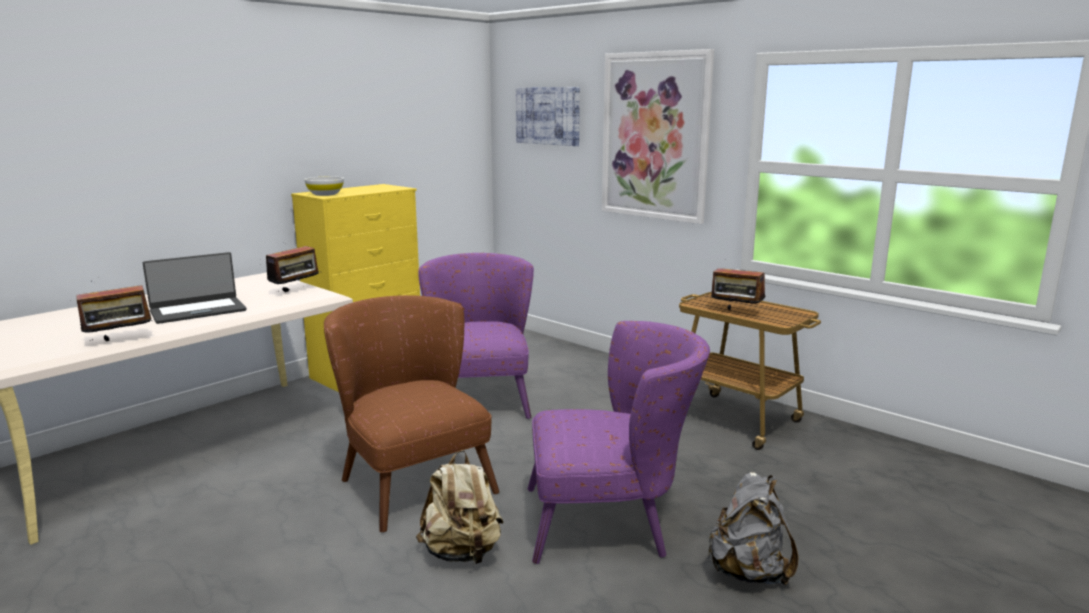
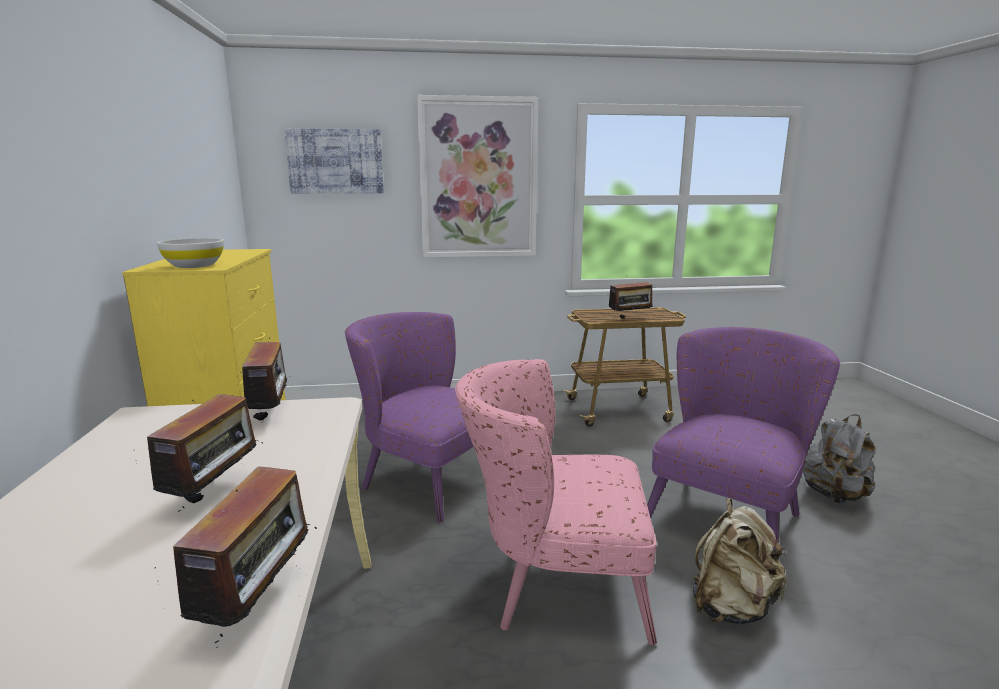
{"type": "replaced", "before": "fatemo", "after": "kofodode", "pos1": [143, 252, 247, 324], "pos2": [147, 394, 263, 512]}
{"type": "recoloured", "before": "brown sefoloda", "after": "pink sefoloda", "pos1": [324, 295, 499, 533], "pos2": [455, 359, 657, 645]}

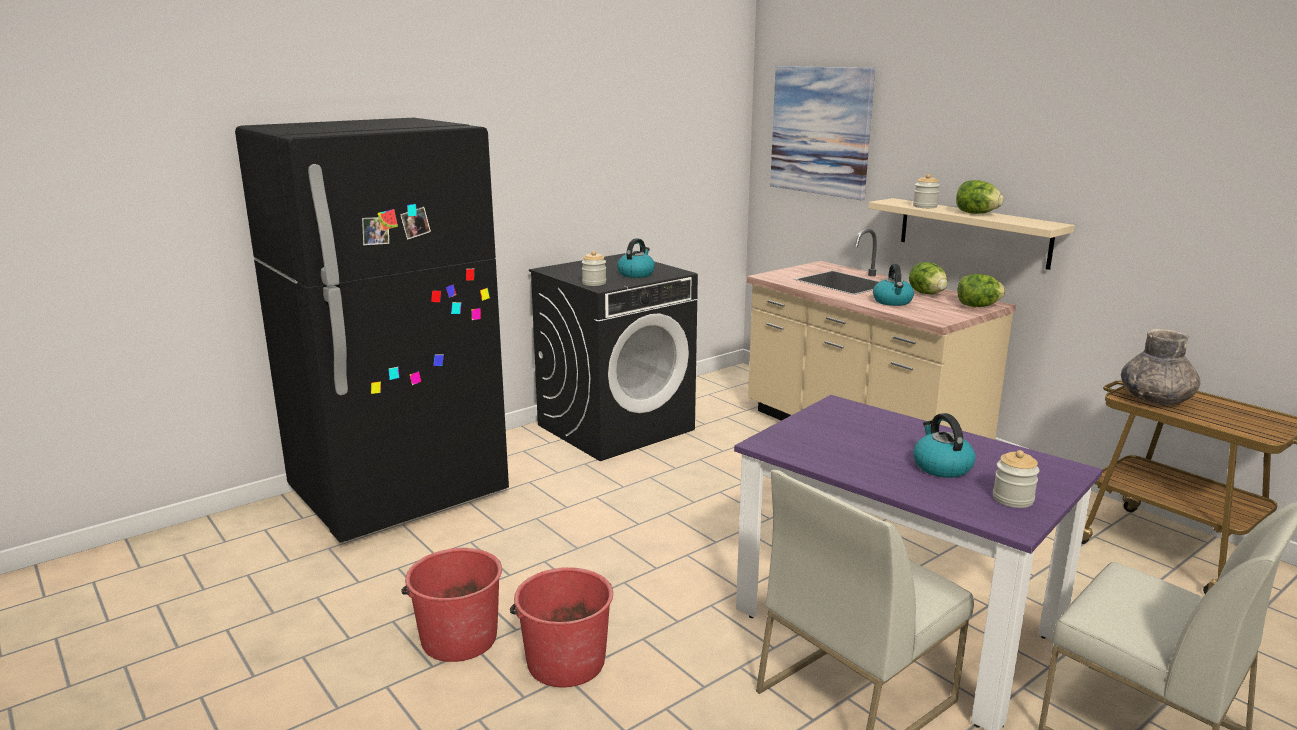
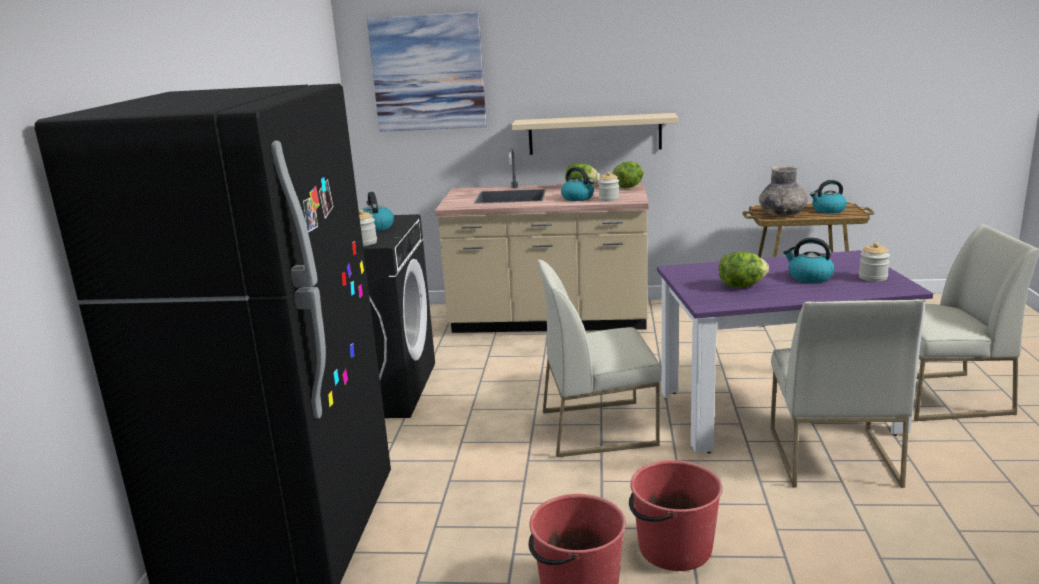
{"type": "moved", "before": "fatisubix", "pos1": [913, 174, 940, 208], "pos2": [598, 172, 619, 202]}
{"type": "moved", "before": "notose", "pos1": [956, 180, 1004, 214], "pos2": [719, 252, 769, 288]}
{"type": "added", "after": "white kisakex", "pos2": [537, 259, 661, 457]}
{"type": "added", "after": "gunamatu", "pos2": [810, 180, 847, 214]}

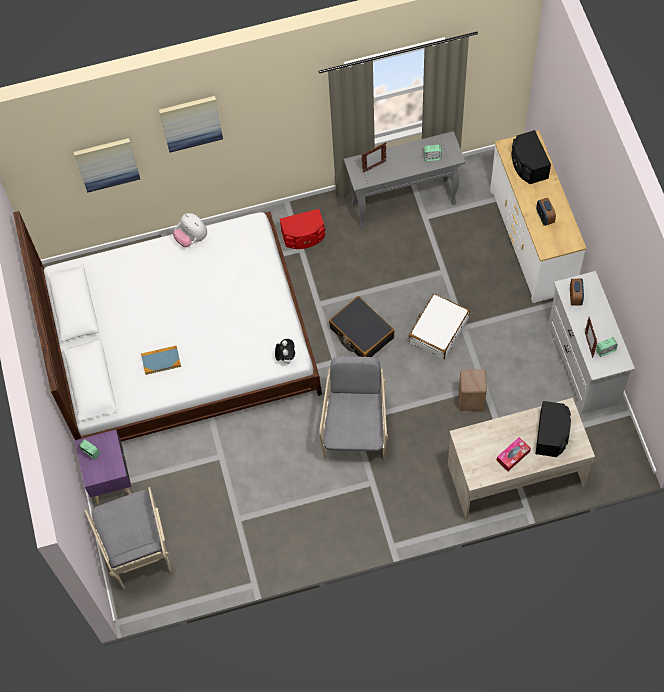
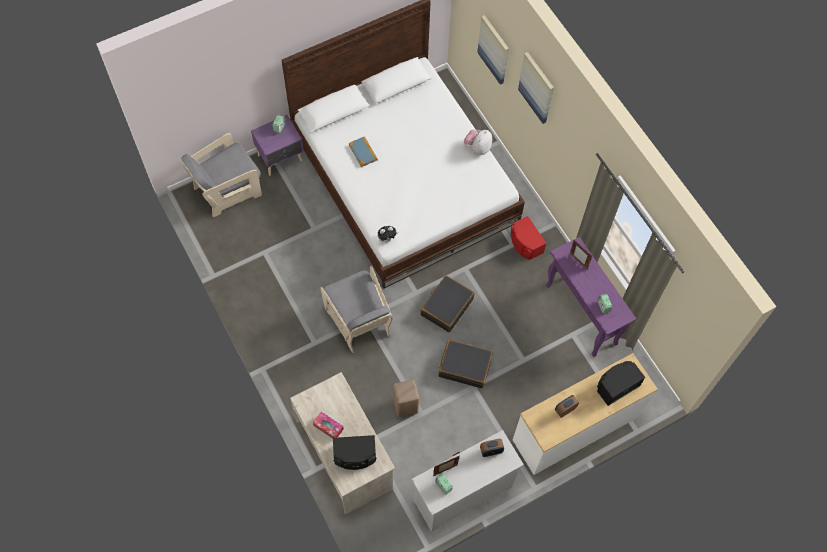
{"type": "turned", "before": "grey sefoloda", "pos1": [319, 356, 388, 460], "pos2": [320, 266, 392, 353], "turn": 75}
{"type": "recoloured", "before": "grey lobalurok", "after": "purple lobalurok", "pos1": [344, 131, 465, 229], "pos2": [546, 237, 636, 357]}
{"type": "recoloured", "before": "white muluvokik", "after": "black muluvokik", "pos1": [409, 294, 469, 359], "pos2": [438, 340, 493, 388]}

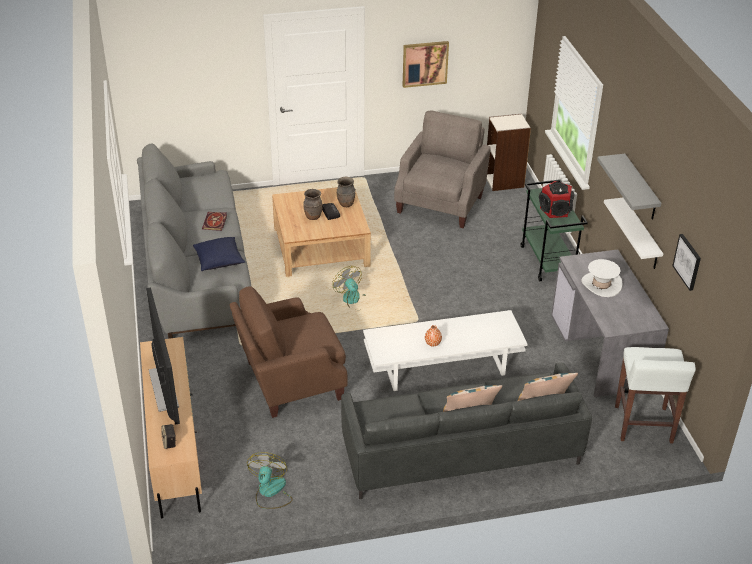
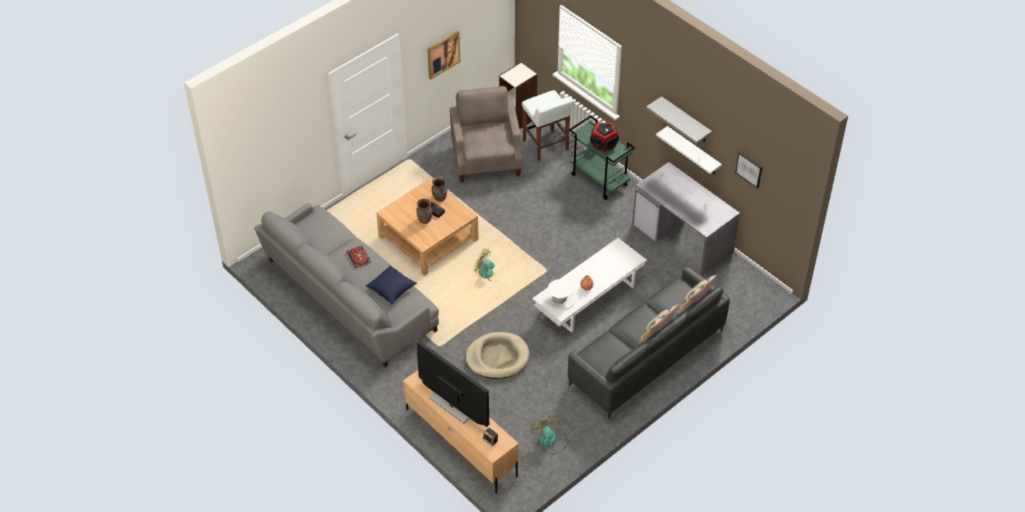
{"type": "replaced", "before": "brown sefoloda", "after": "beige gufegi", "pos1": [230, 286, 348, 418], "pos2": [466, 332, 530, 379]}
{"type": "moved", "before": "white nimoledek", "pos1": [581, 259, 623, 297], "pos2": [544, 279, 576, 310]}
{"type": "moved", "before": "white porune", "pos1": [615, 347, 696, 443], "pos2": [522, 90, 573, 161]}

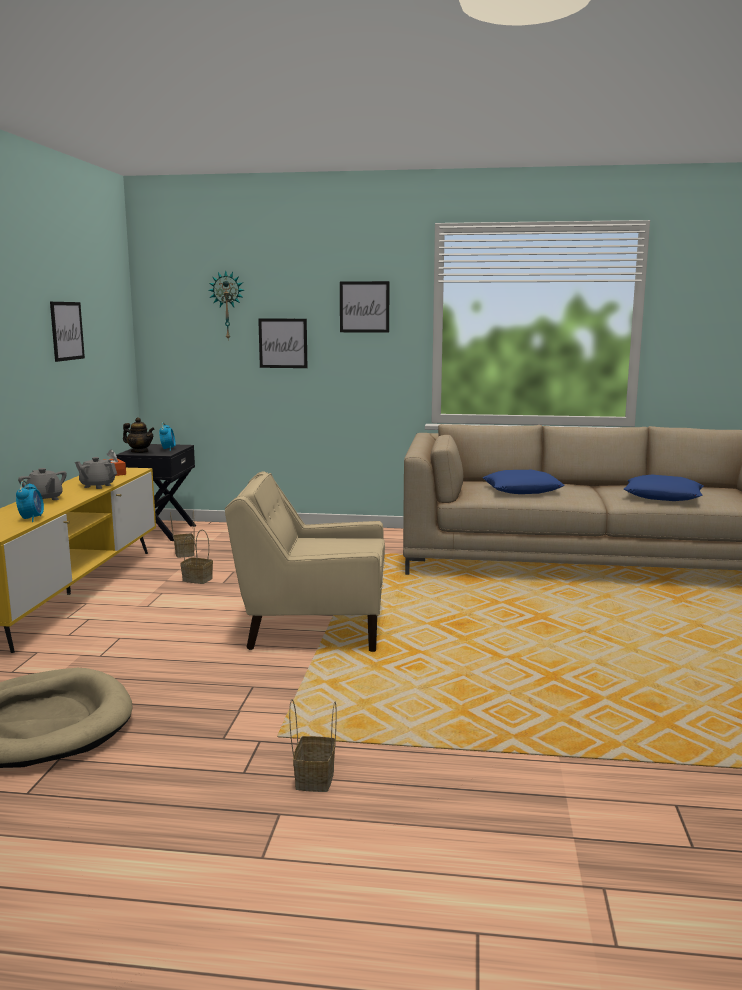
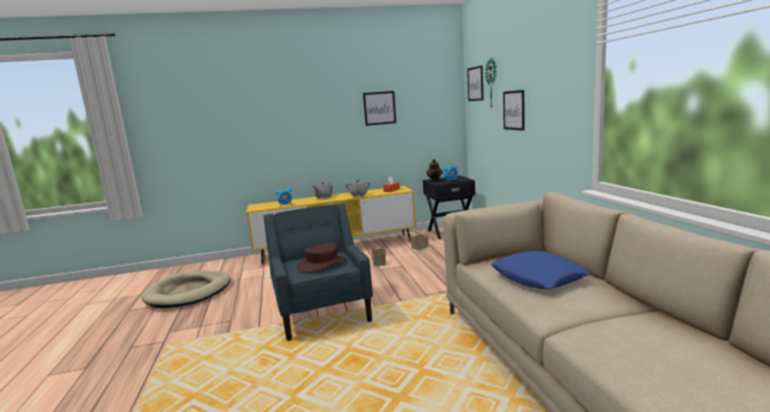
{"type": "recoloured", "before": "beige sefoloda", "after": "blue sefoloda", "pos1": [225, 472, 385, 652], "pos2": [264, 203, 373, 341]}
{"type": "removed", "before": "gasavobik", "pos1": [289, 699, 337, 792]}
{"type": "moved", "before": "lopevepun", "pos1": [340, 281, 390, 333], "pos2": [467, 65, 483, 101]}
{"type": "removed", "before": "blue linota", "pos1": [624, 475, 704, 501]}
{"type": "added", "after": "brown nimoledek", "pos2": [297, 242, 347, 273]}

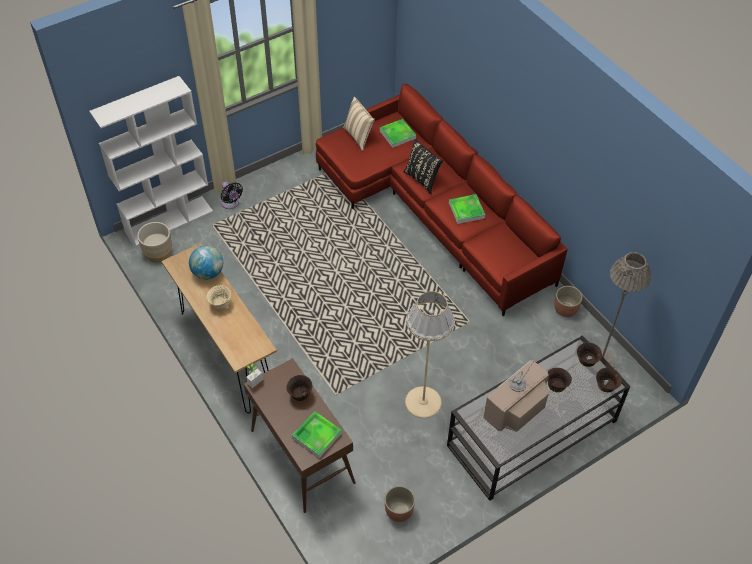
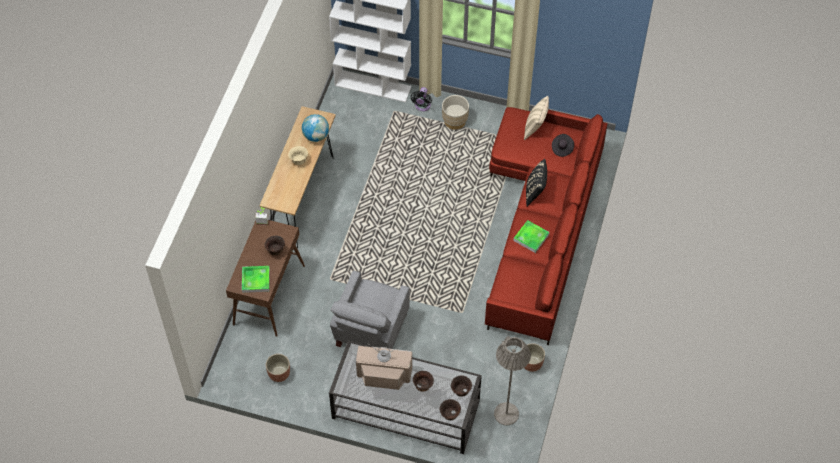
{"type": "moved", "before": "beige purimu", "pos1": [137, 222, 172, 263], "pos2": [442, 95, 469, 130]}
{"type": "replaced", "before": "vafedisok", "after": "black nimoledek", "pos1": [380, 119, 416, 148], "pos2": [552, 134, 574, 157]}
{"type": "replaced", "before": "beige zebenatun", "after": "grey sefoloda", "pos1": [405, 291, 455, 418], "pos2": [330, 271, 410, 349]}

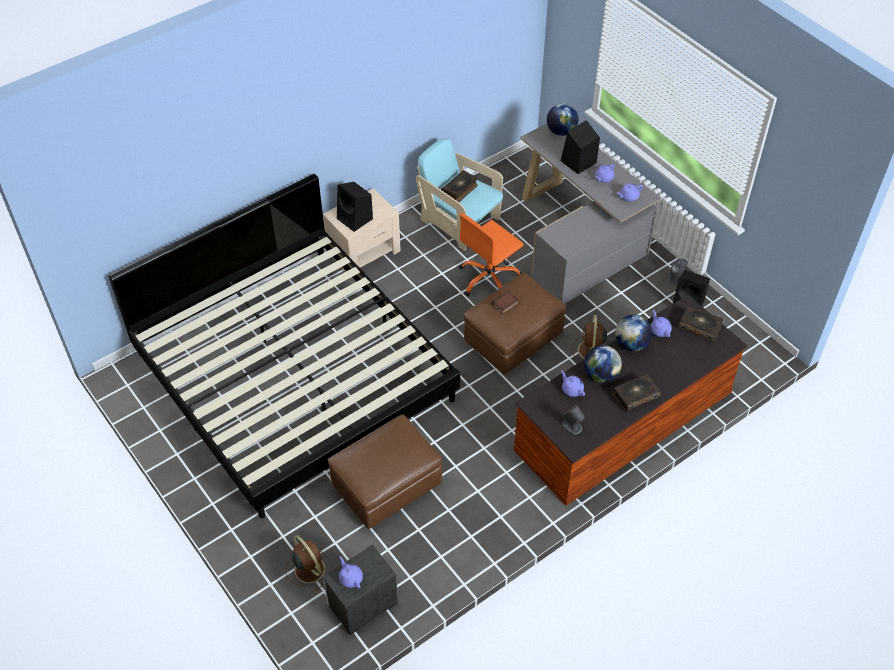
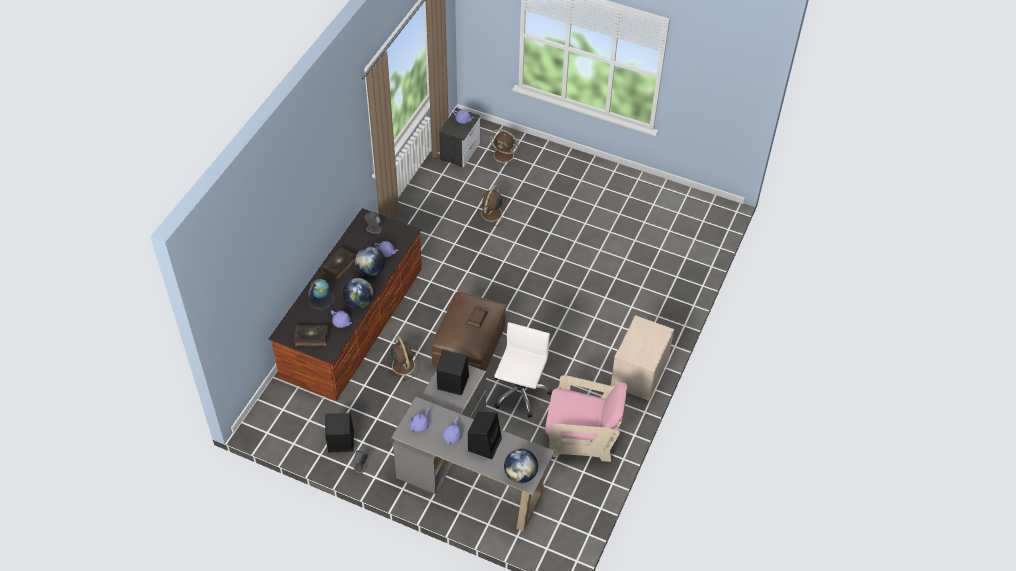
{"type": "removed", "before": "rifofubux", "pos1": [108, 174, 460, 518]}
{"type": "replaced", "before": "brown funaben", "after": "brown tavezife", "pos1": [328, 414, 442, 529], "pos2": [476, 185, 506, 226]}
{"type": "moved", "before": "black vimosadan", "pos1": [337, 182, 373, 232], "pos2": [437, 350, 469, 395]}
{"type": "recoloured", "before": "turquoise sefoloda", "after": "pink sefoloda", "pos1": [416, 138, 503, 251], "pos2": [545, 375, 627, 462]}
{"type": "removed", "before": "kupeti", "pos1": [441, 170, 478, 202]}
{"type": "recoloured", "before": "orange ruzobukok", "after": "white ruzobukok", "pos1": [459, 213, 524, 297], "pos2": [494, 322, 552, 418]}
{"type": "added", "after": "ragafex", "pos2": [308, 279, 335, 311]}

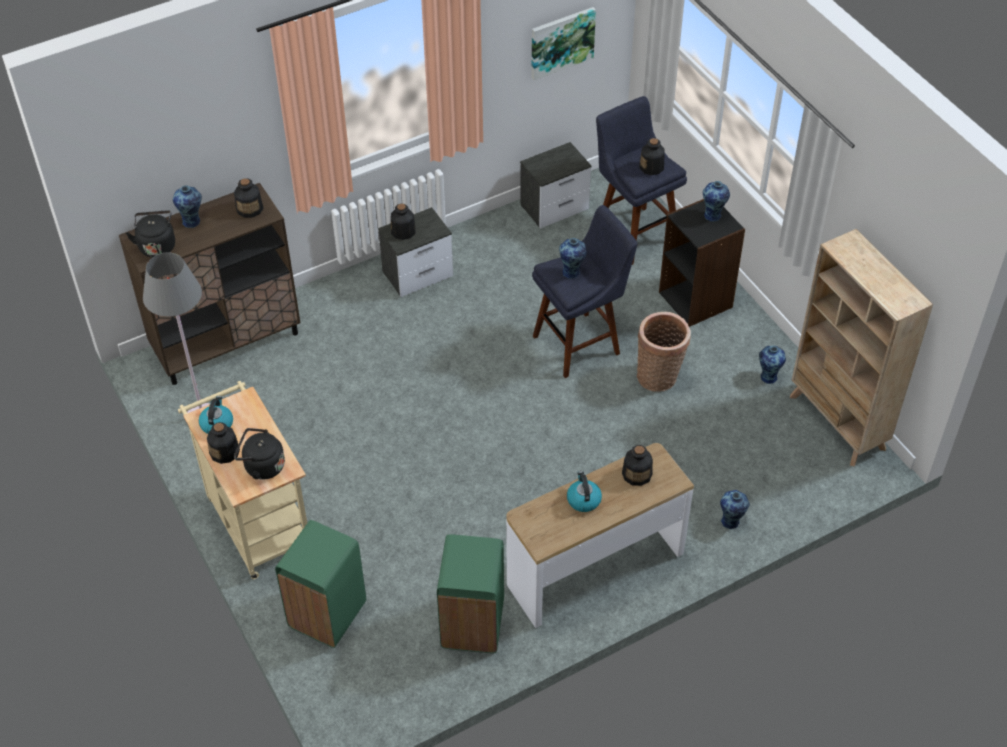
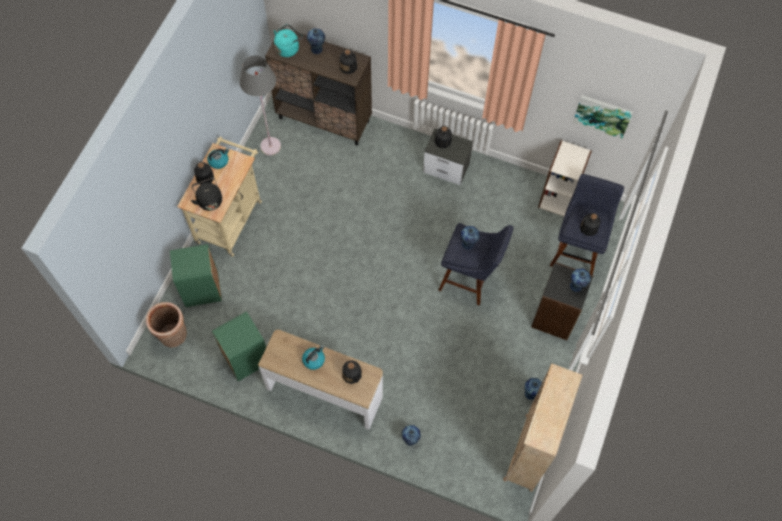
{"type": "recoloured", "before": "black gunamatu", "after": "turquoise gunamatu", "pos1": [126, 210, 175, 257], "pos2": [274, 24, 303, 57]}
{"type": "replaced", "before": "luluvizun", "after": "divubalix", "pos1": [520, 142, 591, 228], "pos2": [538, 140, 592, 216]}
{"type": "moved", "before": "gasavobik", "pos1": [637, 312, 691, 392], "pos2": [146, 302, 187, 348]}

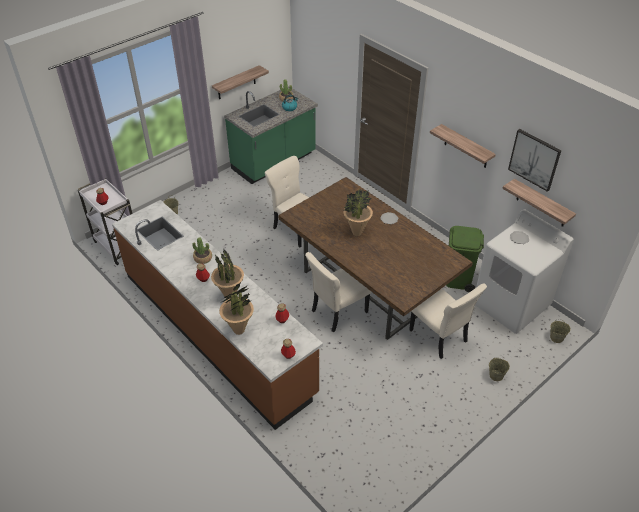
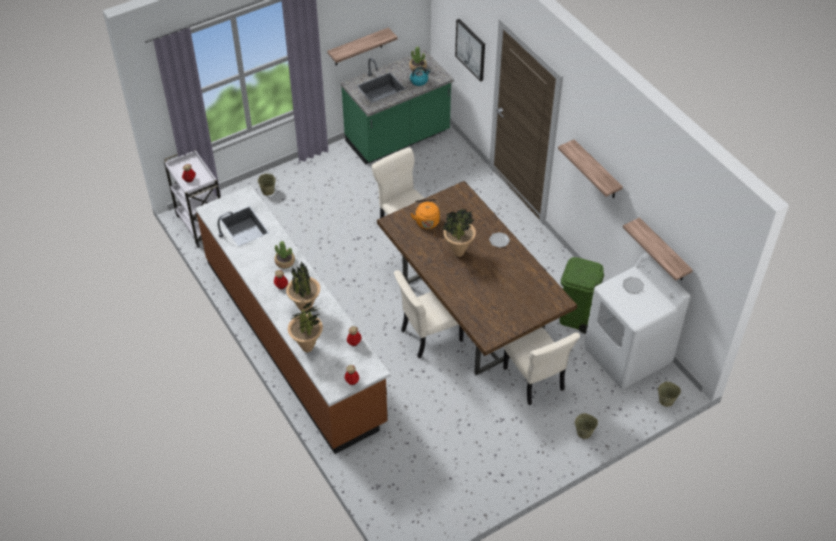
{"type": "moved", "before": "lopevepun", "pos1": [508, 129, 561, 192], "pos2": [455, 19, 485, 82]}
{"type": "added", "after": "orange gunamatu", "pos2": [410, 199, 440, 229]}

